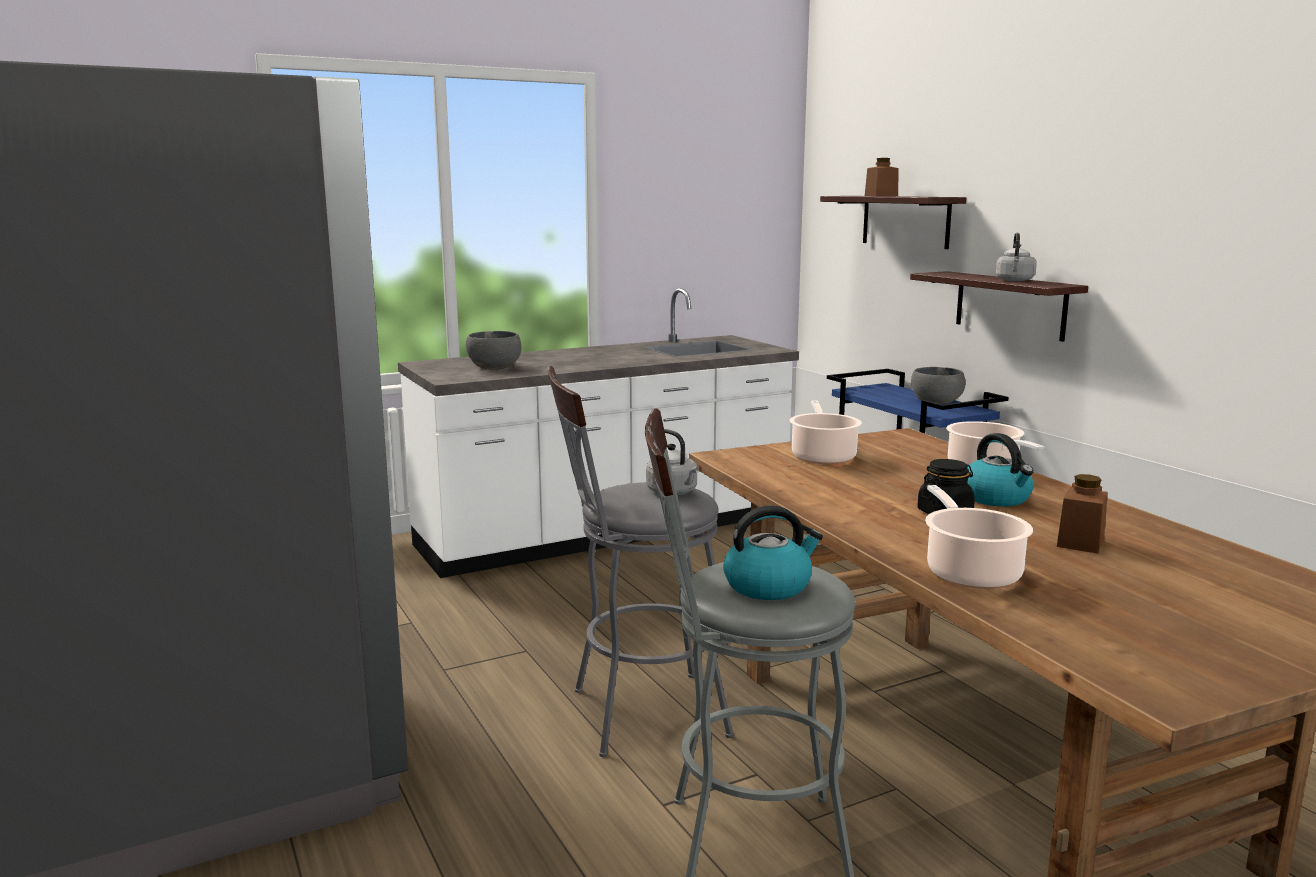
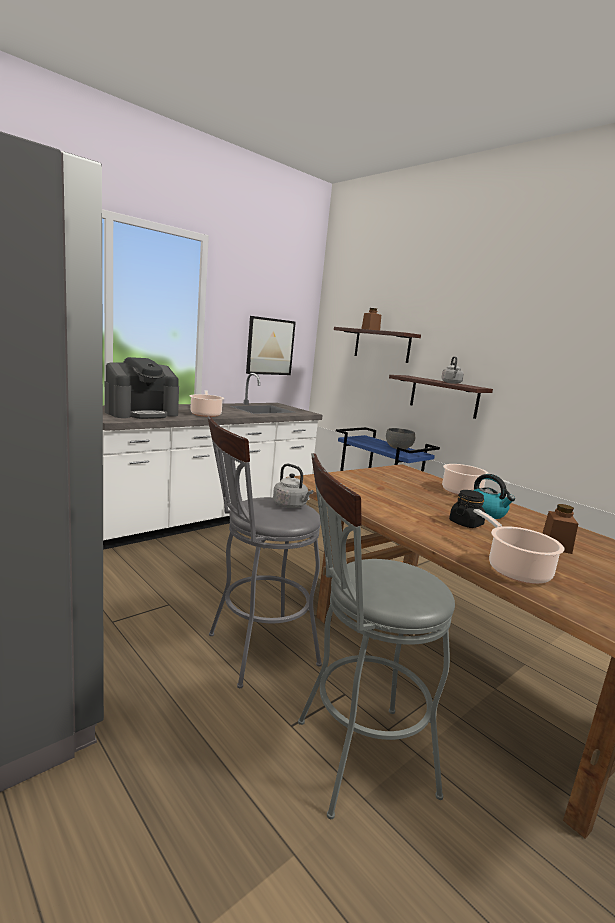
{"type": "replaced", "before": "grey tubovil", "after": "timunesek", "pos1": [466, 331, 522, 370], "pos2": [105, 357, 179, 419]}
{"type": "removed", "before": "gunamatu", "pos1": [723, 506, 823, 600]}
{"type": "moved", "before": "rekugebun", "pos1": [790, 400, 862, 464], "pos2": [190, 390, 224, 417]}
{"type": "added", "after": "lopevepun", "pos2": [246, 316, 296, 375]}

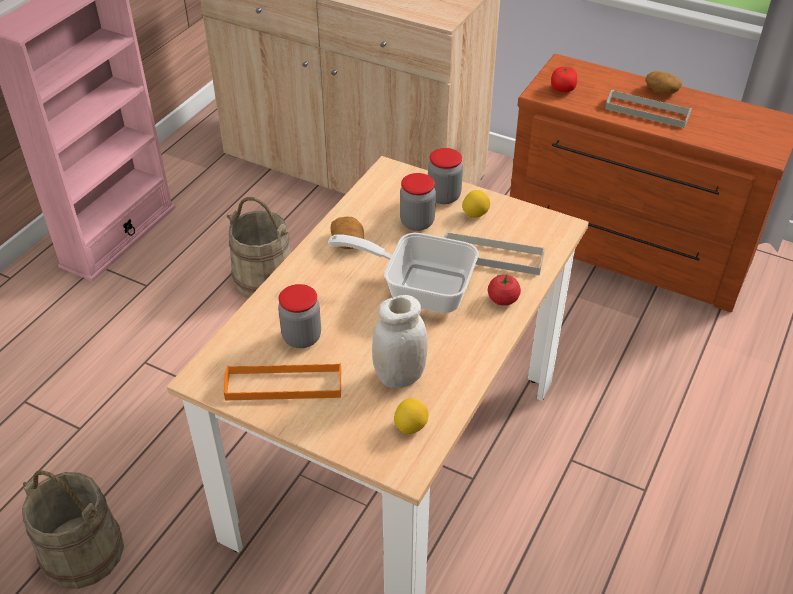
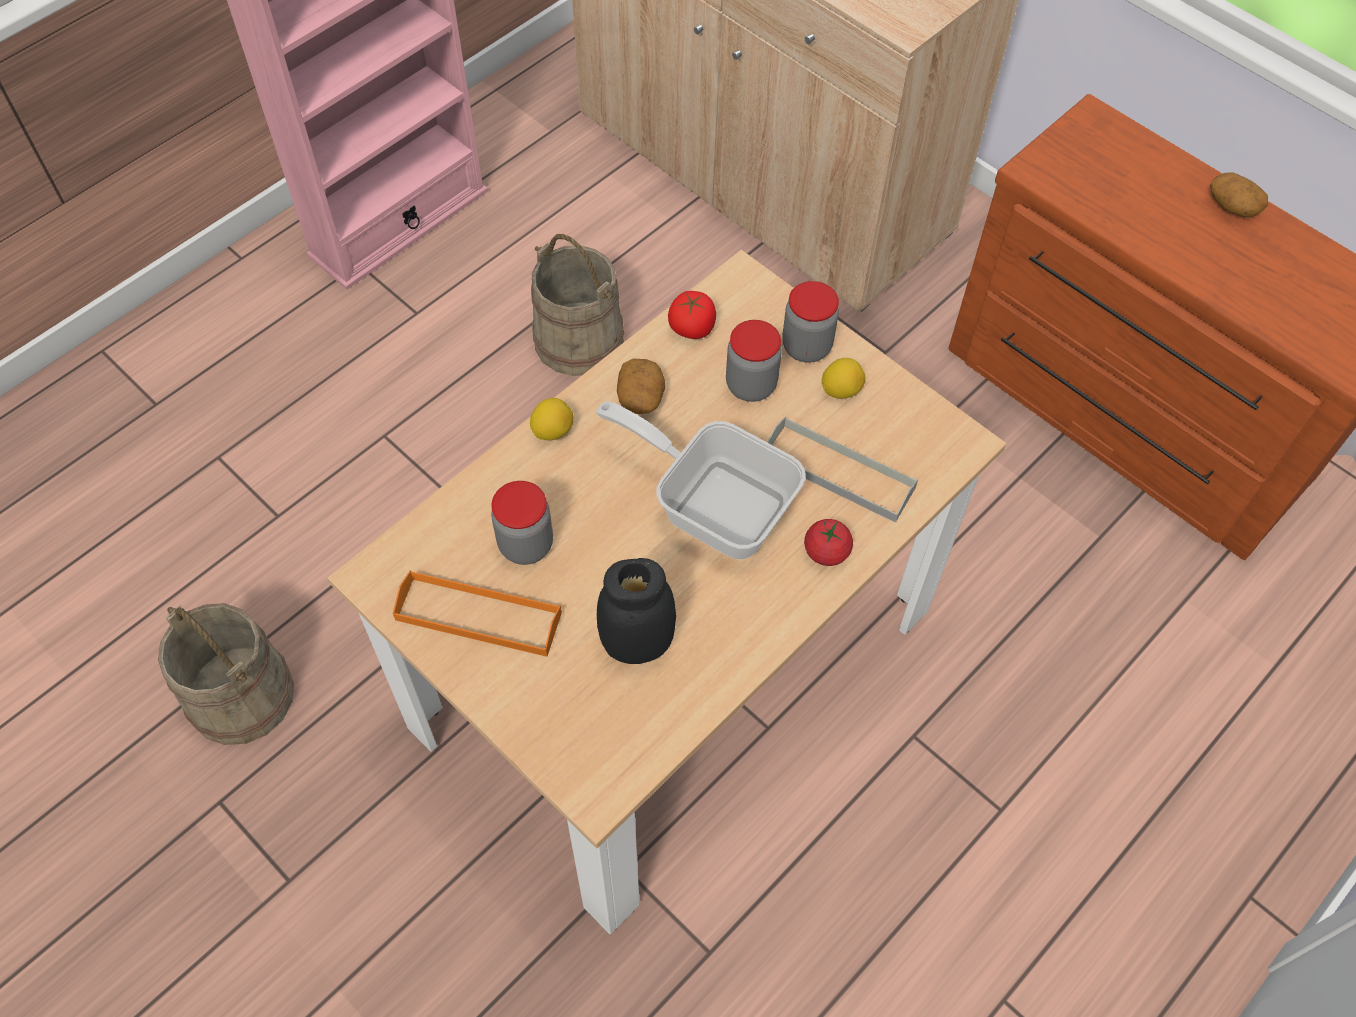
{"type": "recoloured", "before": "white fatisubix", "after": "black fatisubix", "pos1": [372, 295, 428, 388], "pos2": [597, 558, 676, 664]}
{"type": "moved", "before": "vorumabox", "pos1": [394, 398, 428, 434], "pos2": [530, 398, 574, 441]}
{"type": "moved", "before": "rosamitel", "pos1": [551, 67, 577, 92], "pos2": [668, 291, 716, 339]}
{"type": "removed", "before": "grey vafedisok", "pos1": [605, 90, 692, 128]}

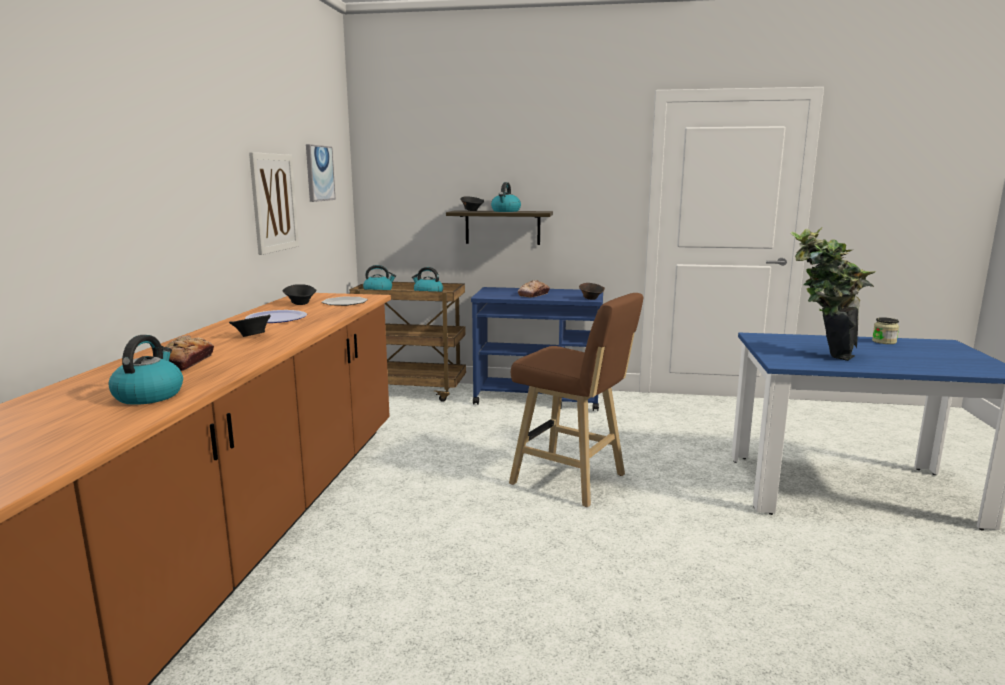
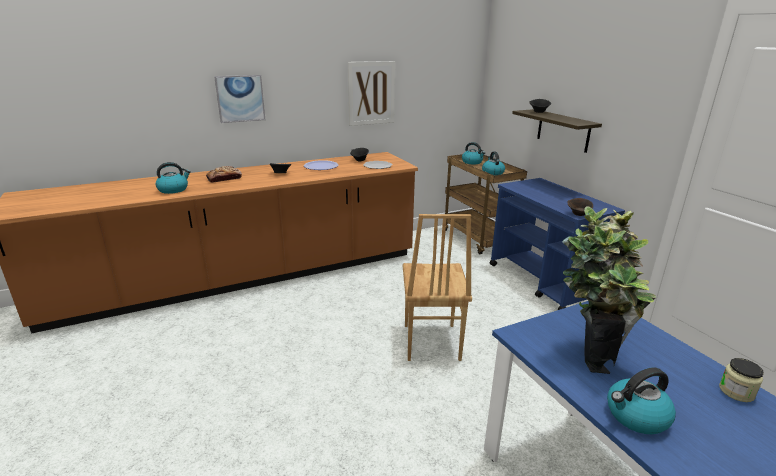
{"type": "moved", "before": "lopevepun", "pos1": [306, 144, 336, 202], "pos2": [214, 75, 265, 123]}
{"type": "moved", "before": "gunamatu", "pos1": [491, 182, 521, 212], "pos2": [607, 367, 676, 434]}
{"type": "replaced", "before": "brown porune", "after": "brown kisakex", "pos1": [509, 293, 643, 507], "pos2": [403, 214, 472, 361]}
{"type": "removed", "before": "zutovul", "pos1": [518, 280, 550, 297]}

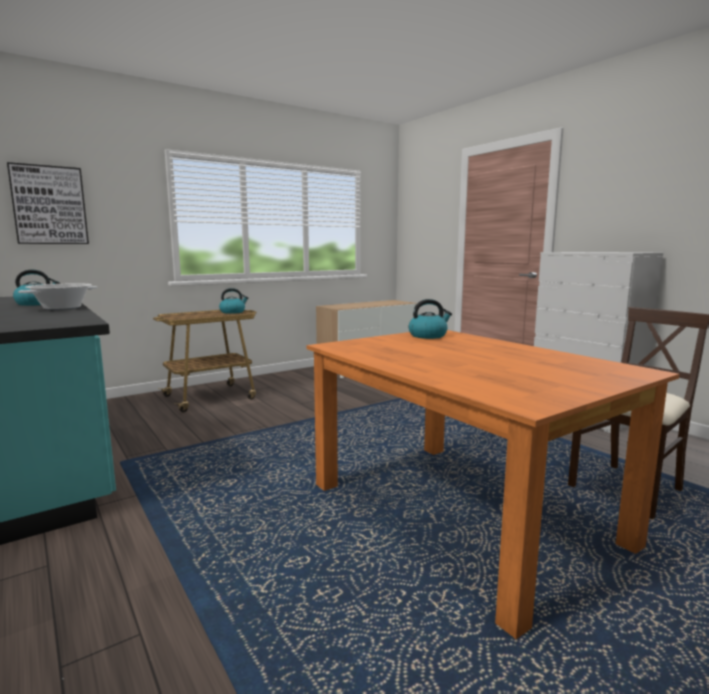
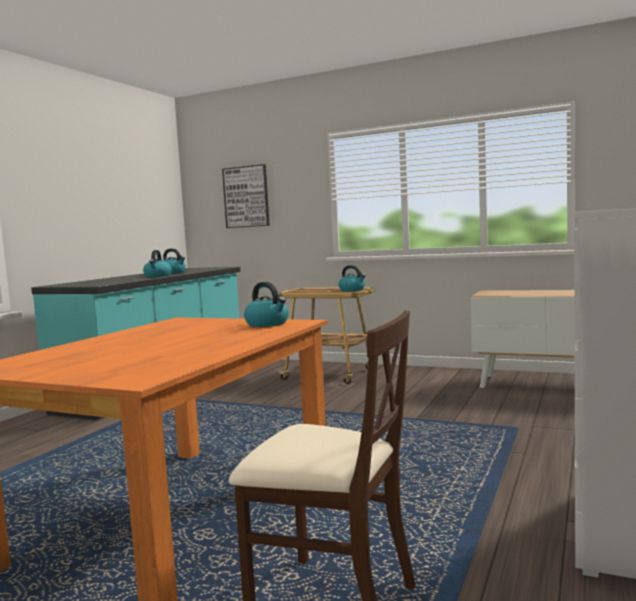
{"type": "replaced", "before": "rekugebun", "after": "gunamatu", "pos1": [18, 283, 98, 310], "pos2": [143, 250, 172, 277]}

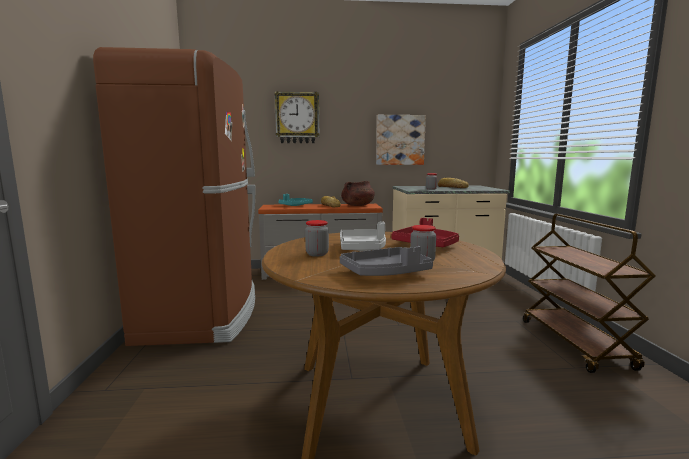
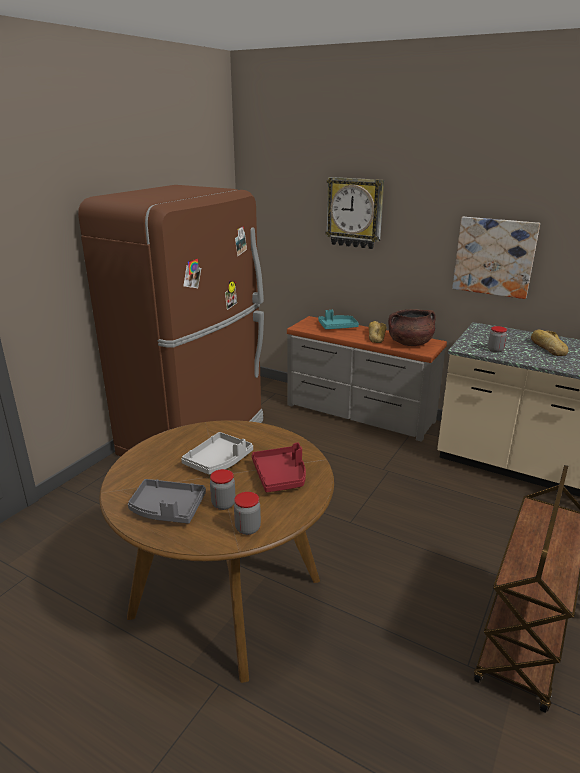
{"type": "moved", "before": "fatisubix", "pos1": [305, 220, 329, 257], "pos2": [234, 492, 261, 535]}

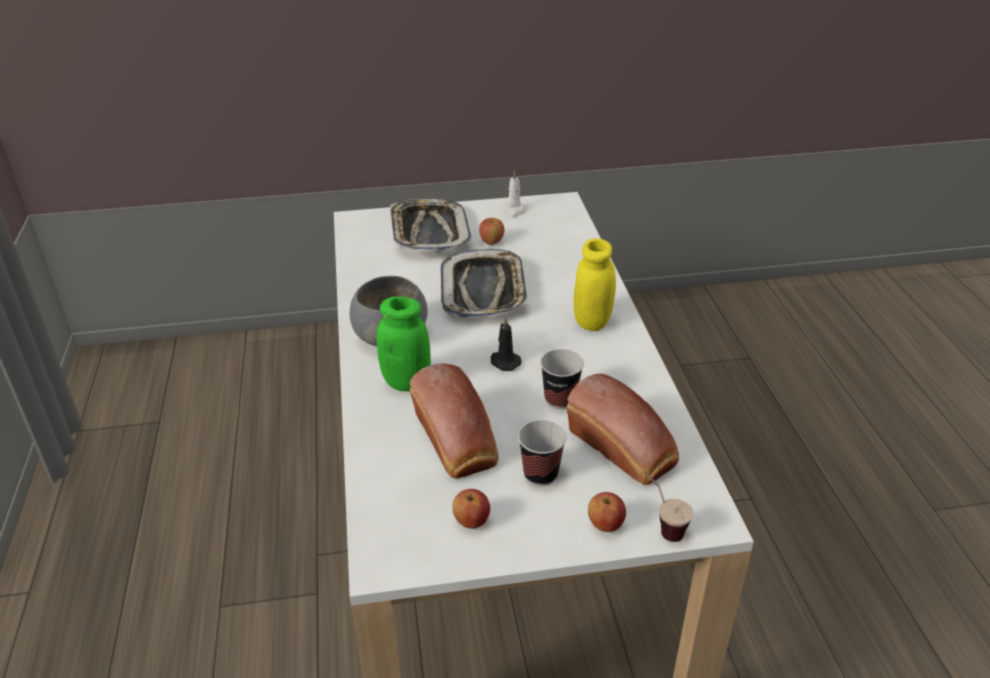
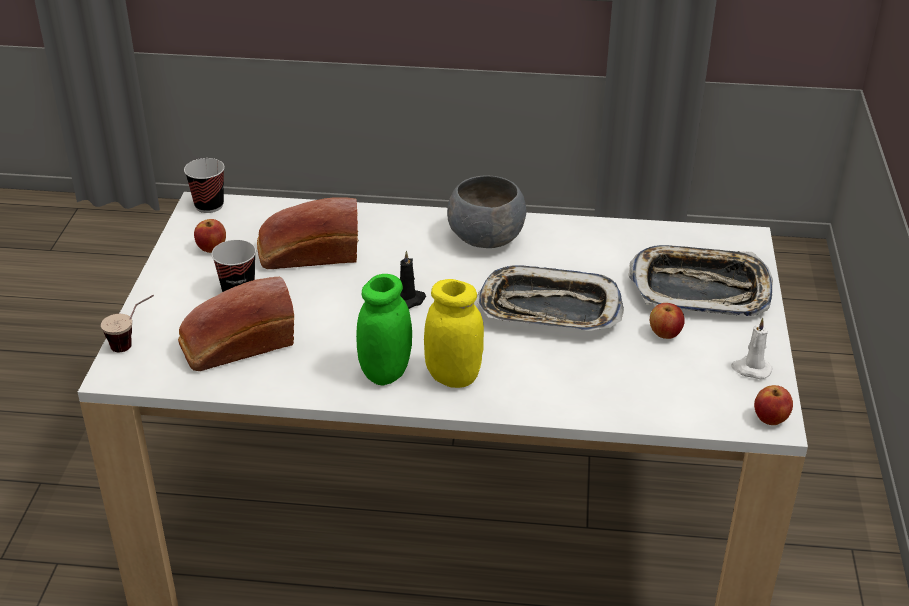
{"type": "moved", "before": "green fatisubix", "pos1": [377, 296, 431, 392], "pos2": [356, 274, 412, 385]}
{"type": "moved", "before": "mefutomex", "pos1": [540, 349, 584, 409], "pos2": [184, 158, 225, 213]}
{"type": "moved", "before": "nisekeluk", "pos1": [588, 492, 626, 532], "pos2": [754, 385, 793, 425]}

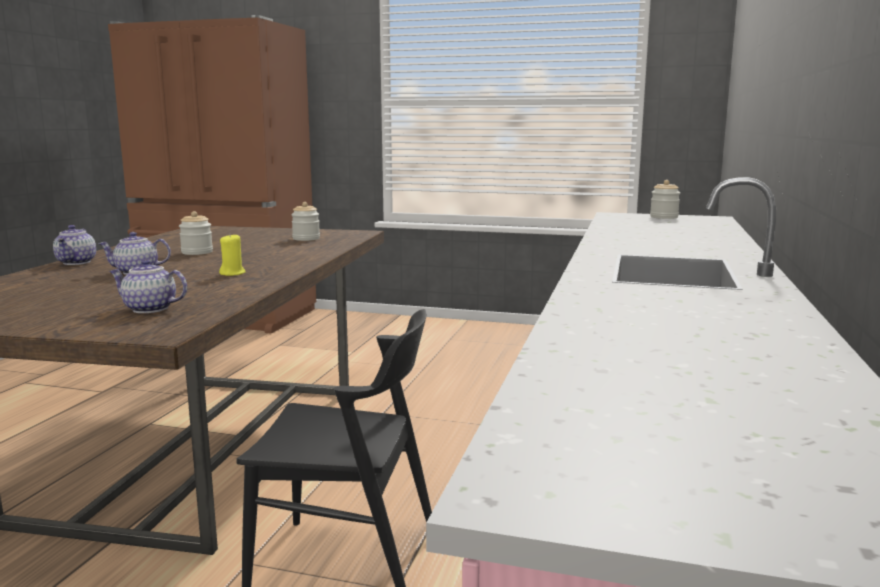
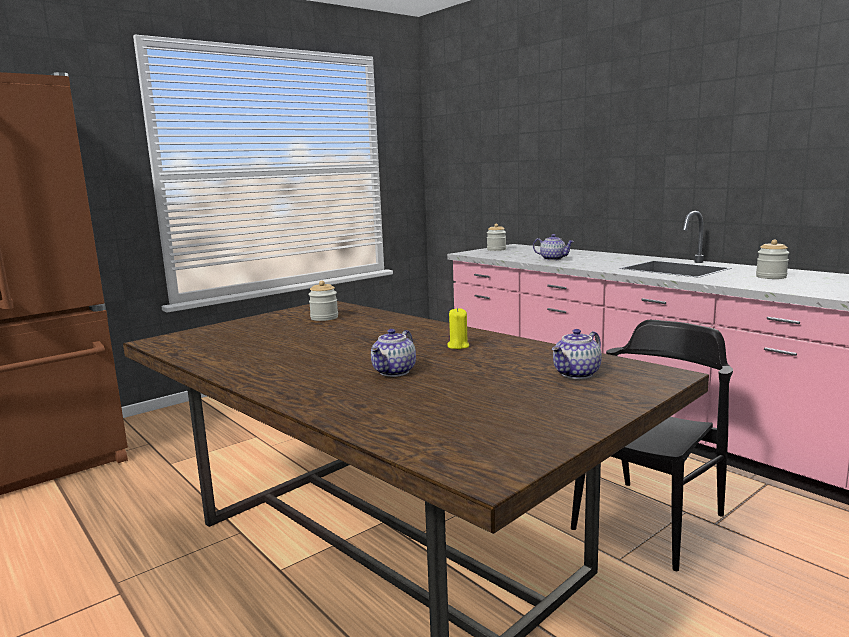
{"type": "moved", "before": "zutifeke", "pos1": [53, 225, 96, 265], "pos2": [533, 234, 574, 261]}
{"type": "moved", "before": "fatisubix", "pos1": [179, 211, 213, 255], "pos2": [756, 239, 789, 279]}

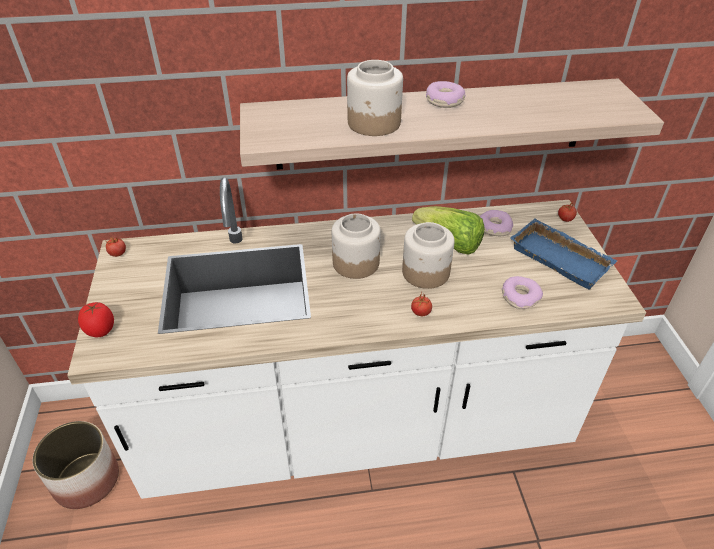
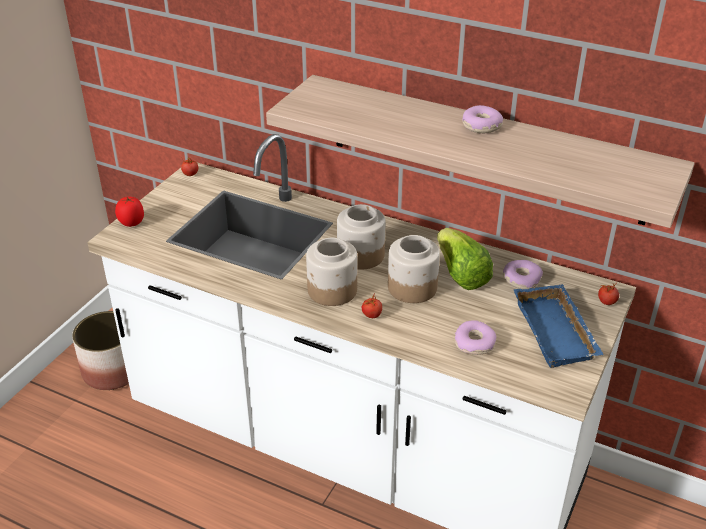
{"type": "moved", "before": "fatisubix", "pos1": [347, 60, 403, 136], "pos2": [306, 238, 357, 306]}

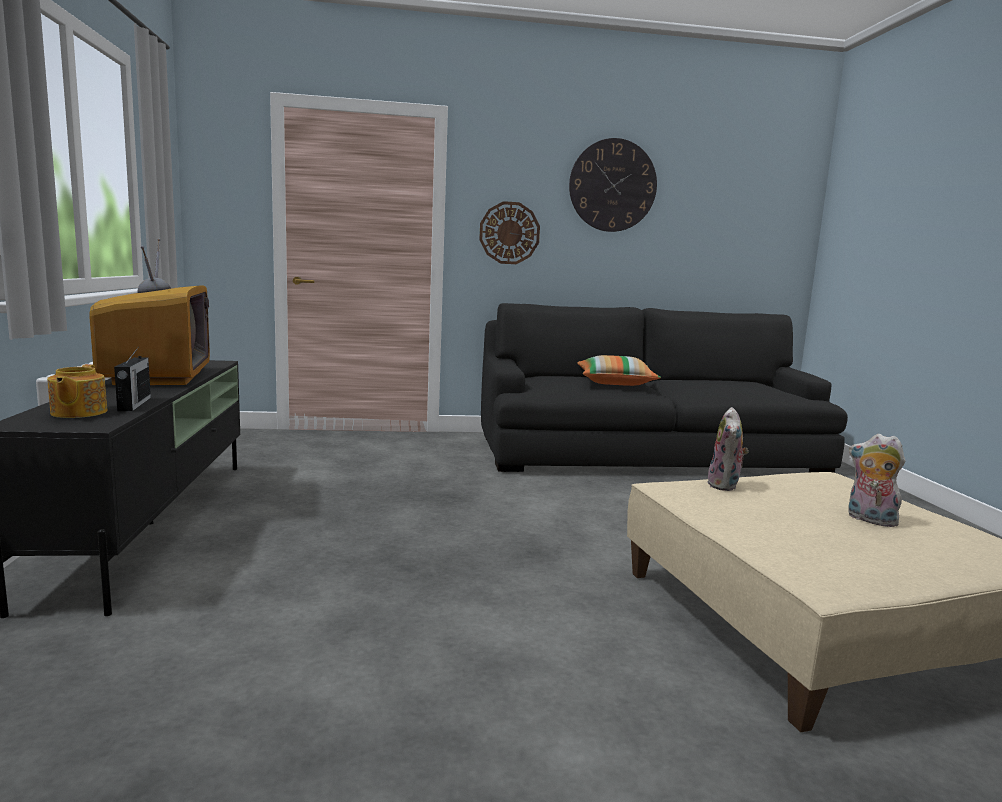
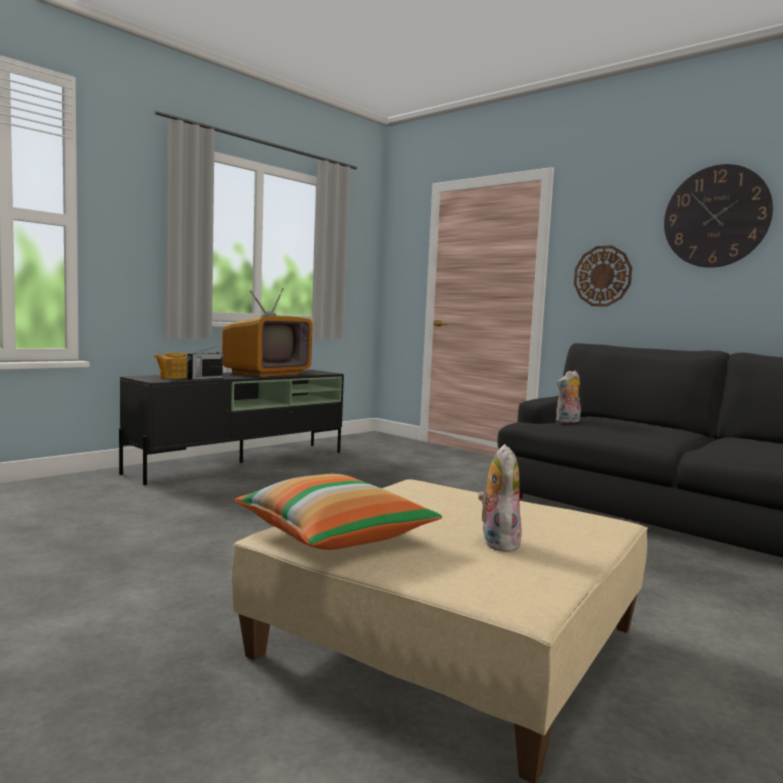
{"type": "moved", "before": "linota", "pos1": [577, 355, 661, 386], "pos2": [234, 474, 442, 550]}
{"type": "moved", "before": "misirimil", "pos1": [707, 407, 749, 491], "pos2": [556, 371, 581, 423]}

